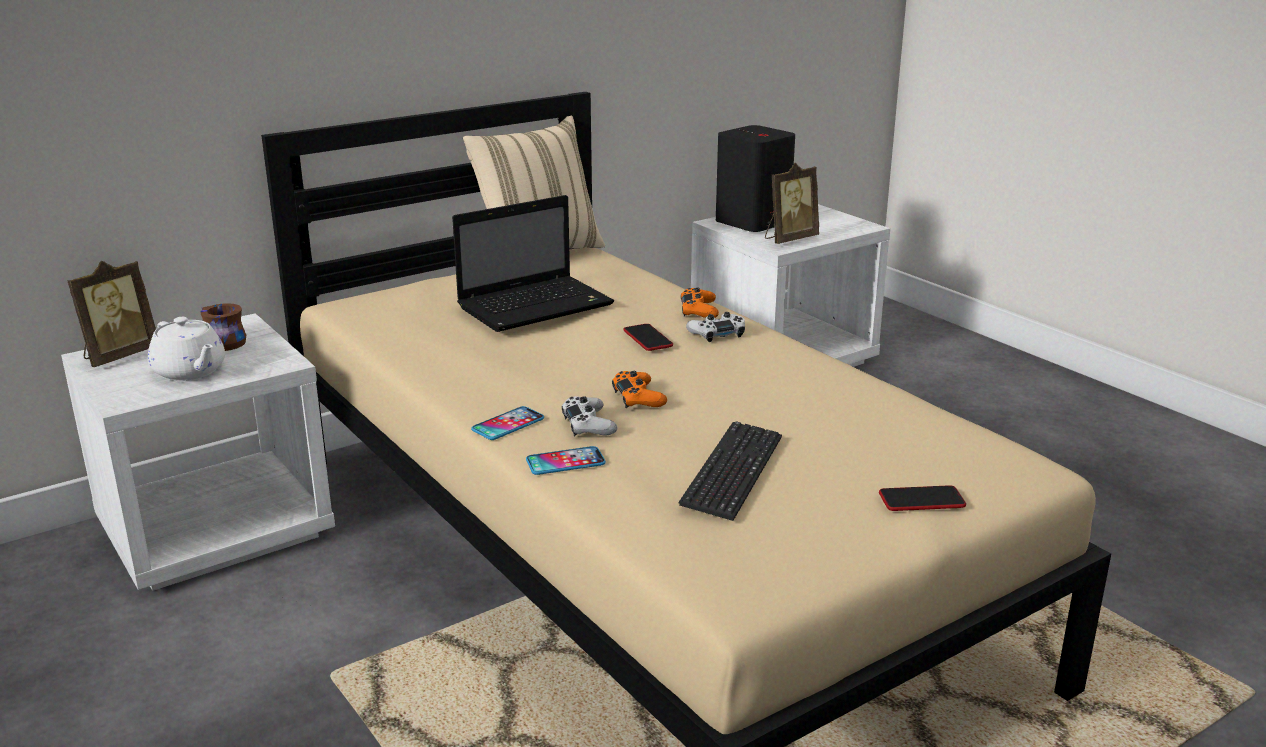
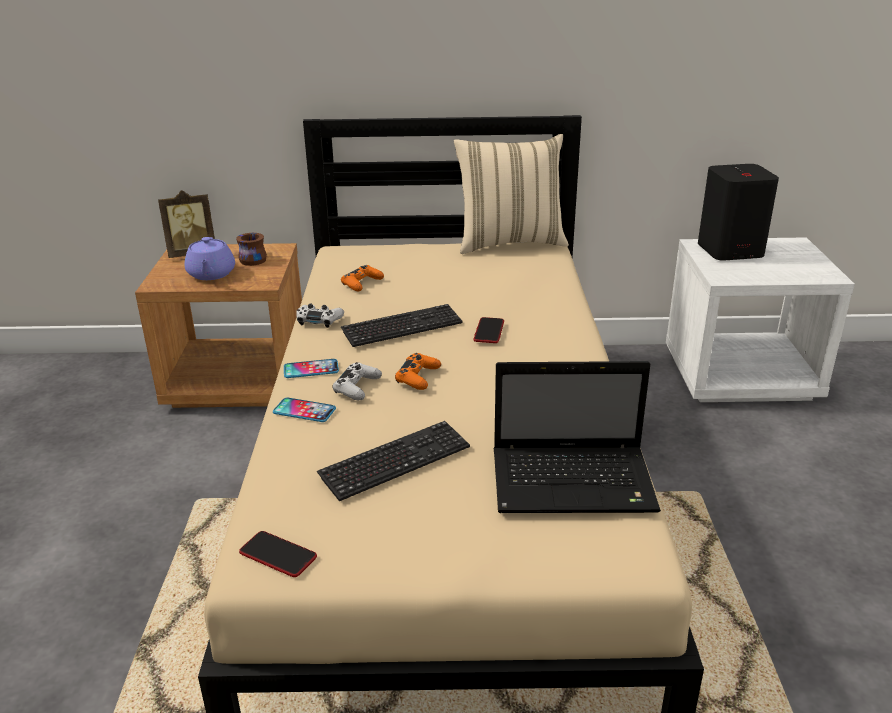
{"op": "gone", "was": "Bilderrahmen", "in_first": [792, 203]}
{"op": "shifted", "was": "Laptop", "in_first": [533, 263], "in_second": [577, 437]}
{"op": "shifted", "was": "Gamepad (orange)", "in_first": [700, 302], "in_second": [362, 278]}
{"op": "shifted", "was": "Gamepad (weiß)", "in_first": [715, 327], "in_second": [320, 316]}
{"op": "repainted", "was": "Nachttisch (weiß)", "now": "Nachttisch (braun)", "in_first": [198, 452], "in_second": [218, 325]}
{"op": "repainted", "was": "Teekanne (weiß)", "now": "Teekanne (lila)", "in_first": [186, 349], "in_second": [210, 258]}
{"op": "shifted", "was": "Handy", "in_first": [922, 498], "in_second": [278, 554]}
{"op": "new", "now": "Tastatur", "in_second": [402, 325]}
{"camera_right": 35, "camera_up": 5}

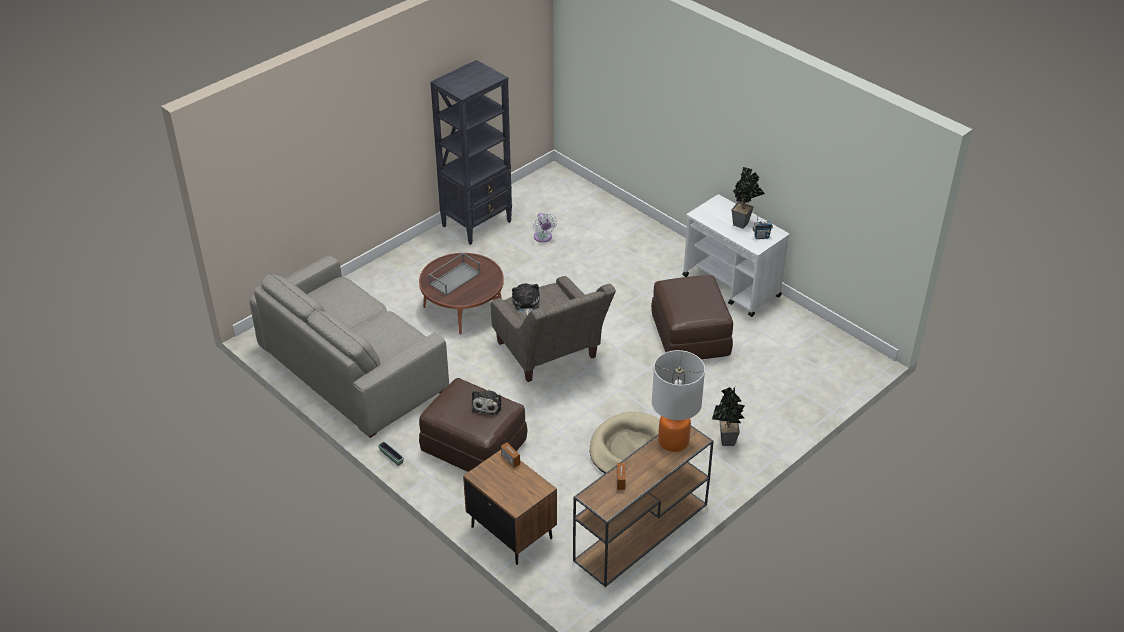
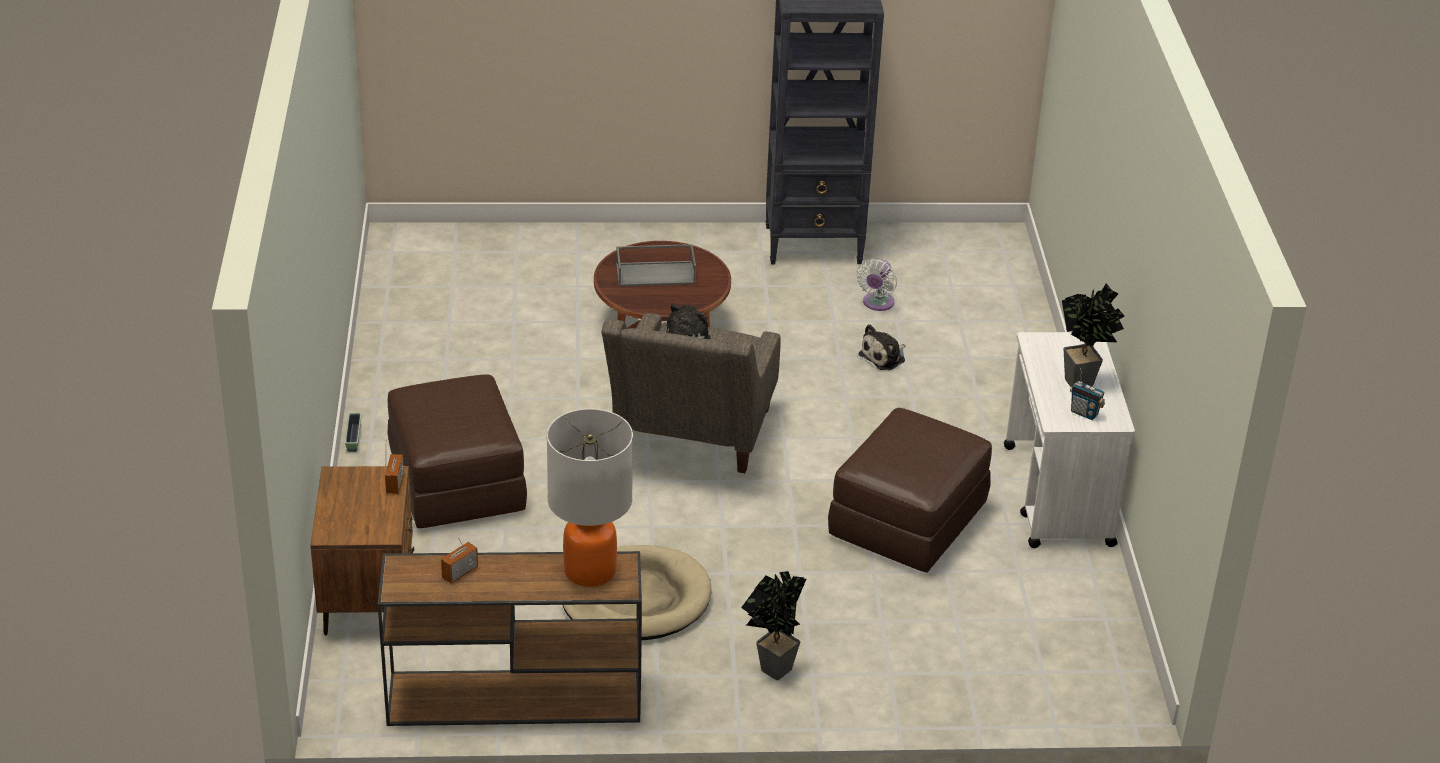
{"op": "gone", "was": "Sofa (grau)", "in_first": [349, 347]}
{"op": "shifted", "was": "Plüschtier", "in_first": [487, 402], "in_second": [881, 347]}
{"camera_right": 40, "camera_up": -5}

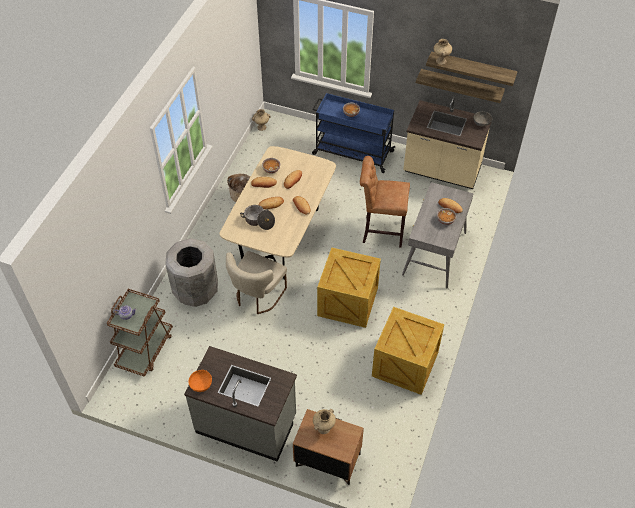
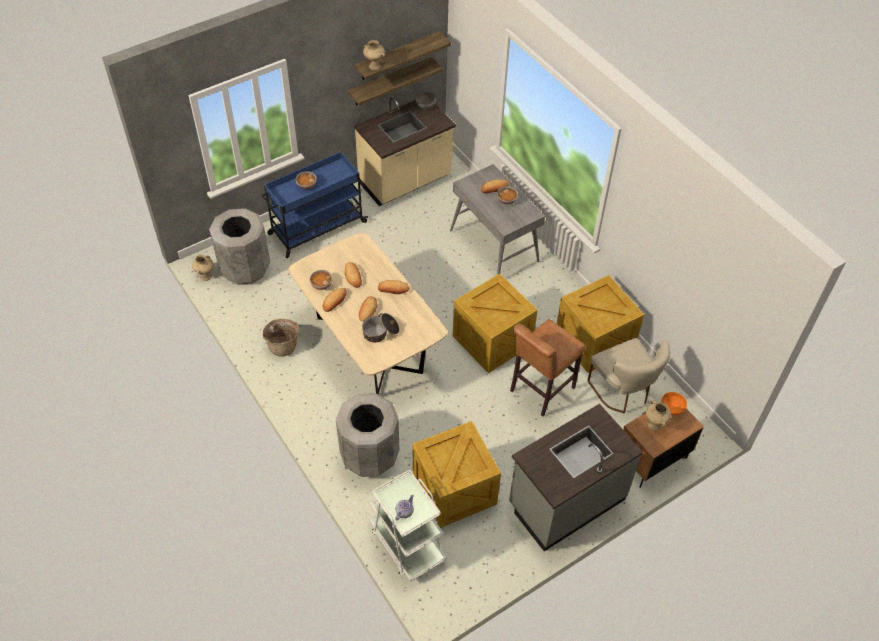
{"op": "shifted", "was": "Hocker (braun)", "in_first": [385, 202], "in_second": [547, 367]}
{"op": "shifted", "was": "Stuhl (beige)", "in_first": [256, 282], "in_second": [628, 375]}
{"op": "repainted", "was": "Rollwagen (braun)", "now": "Rollwagen (weiß)", "in_first": [140, 333], "in_second": [407, 526]}
{"op": "shifted", "was": "Schüssel (orange)", "in_first": [200, 381], "in_second": [674, 403]}
{"op": "new", "now": "Mülleimer (grau)", "in_second": [239, 246]}
{"op": "new", "now": "Kiste", "in_second": [456, 474]}
{"camera_right": -55, "camera_up": 0}

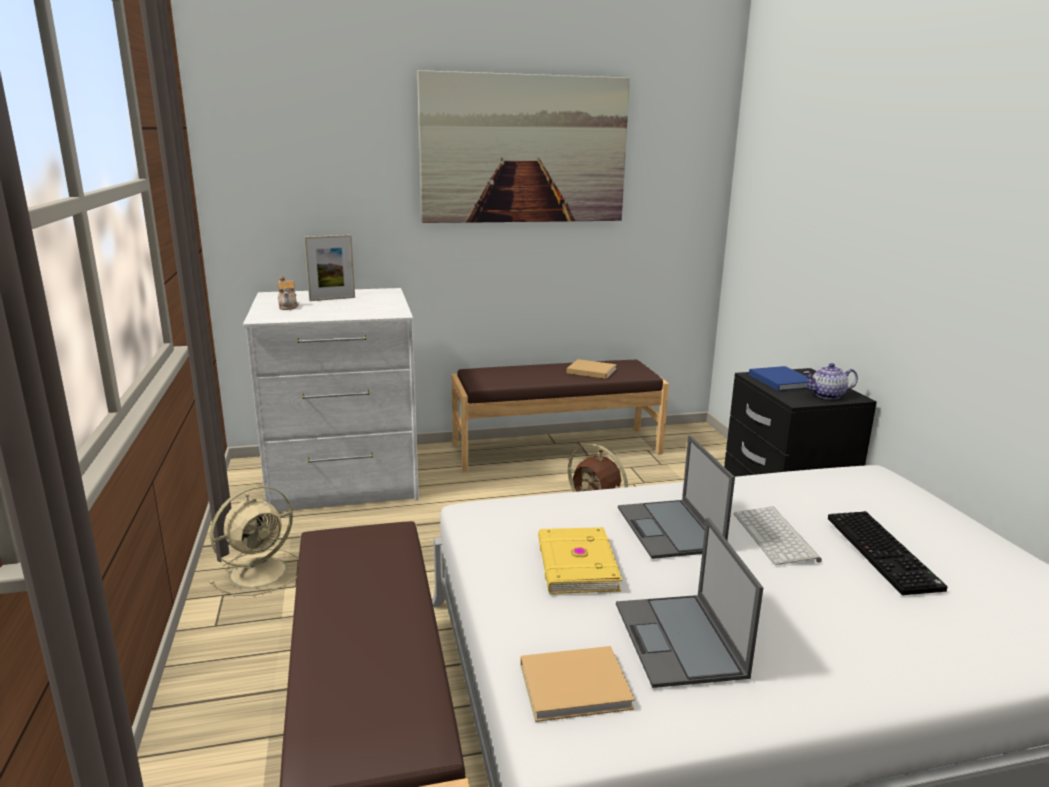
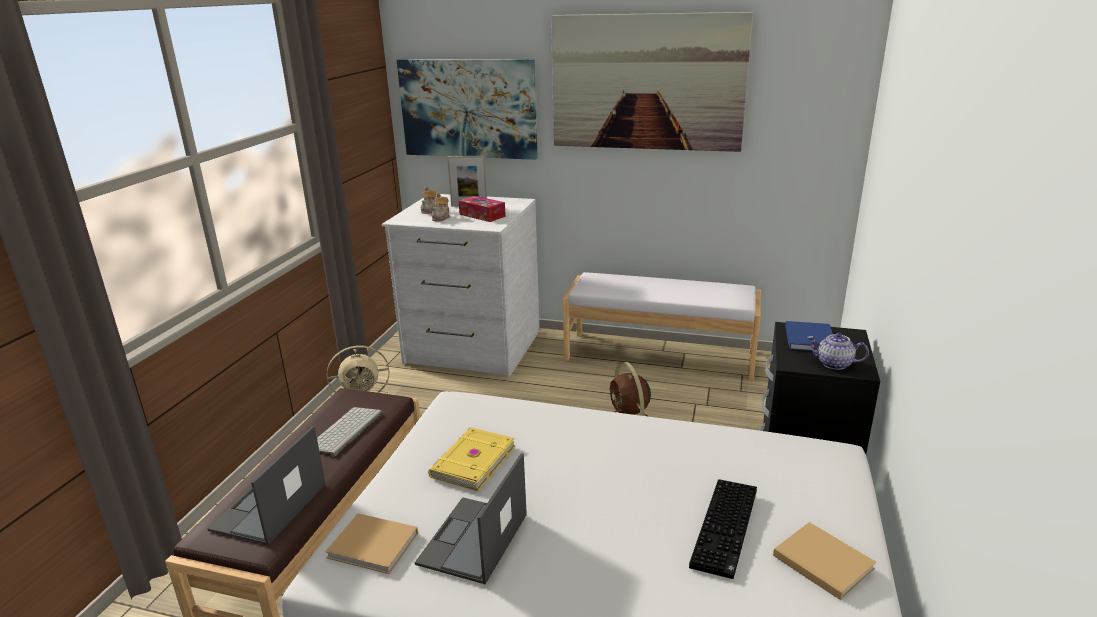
{"op": "shifted", "was": "Buch (beige)", "in_first": [591, 369], "in_second": [824, 561]}
{"op": "repainted", "was": "Bank (braun)", "now": "Bank (weiß)", "in_first": [560, 415], "in_second": [662, 326]}
{"op": "shifted", "was": "Laptop", "in_first": [676, 497], "in_second": [266, 485]}
{"op": "shifted", "was": "Tastatur", "in_first": [777, 536], "in_second": [350, 432]}
{"op": "new", "now": "Bild", "in_second": [467, 109]}
{"op": "new", "now": "Teekanne", "in_second": [441, 207]}
{"op": "new", "now": "Taschentuchbox", "in_second": [482, 209]}
{"camera_right": 30, "camera_up": 5}

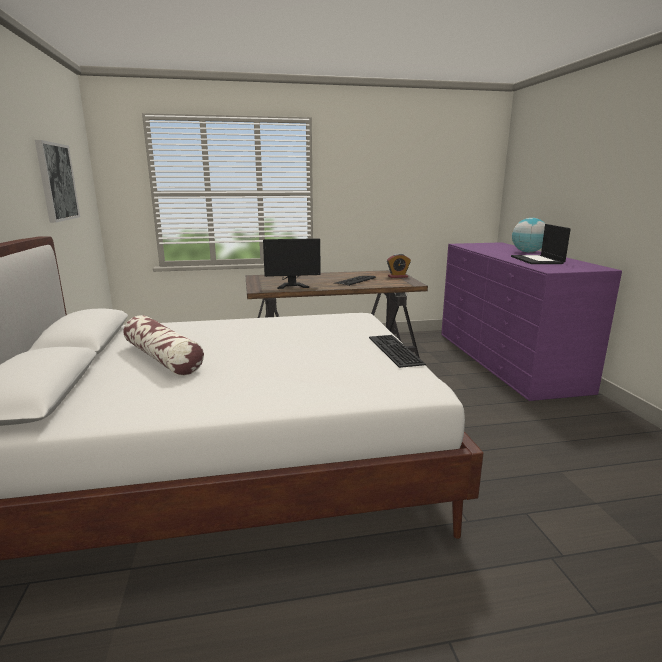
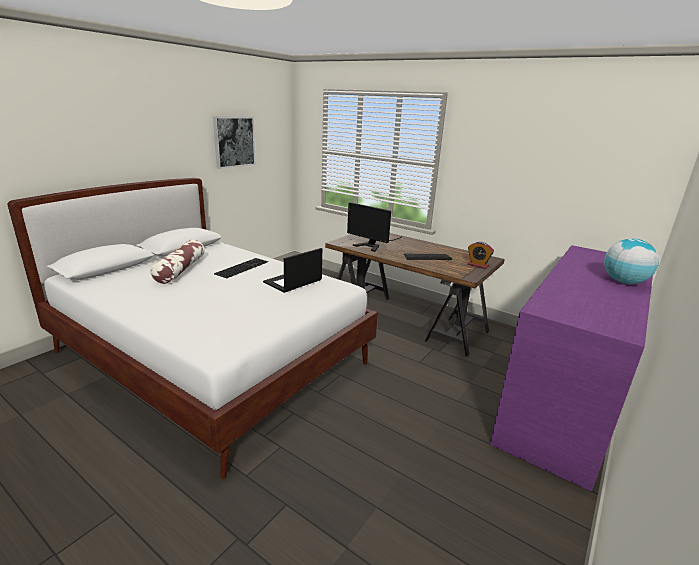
{"op": "shifted", "was": "Laptop", "in_first": [541, 244], "in_second": [292, 270]}
{"op": "shifted", "was": "Tastatur", "in_first": [397, 351], "in_second": [241, 268]}
{"camera_right": 45, "camera_up": 5}

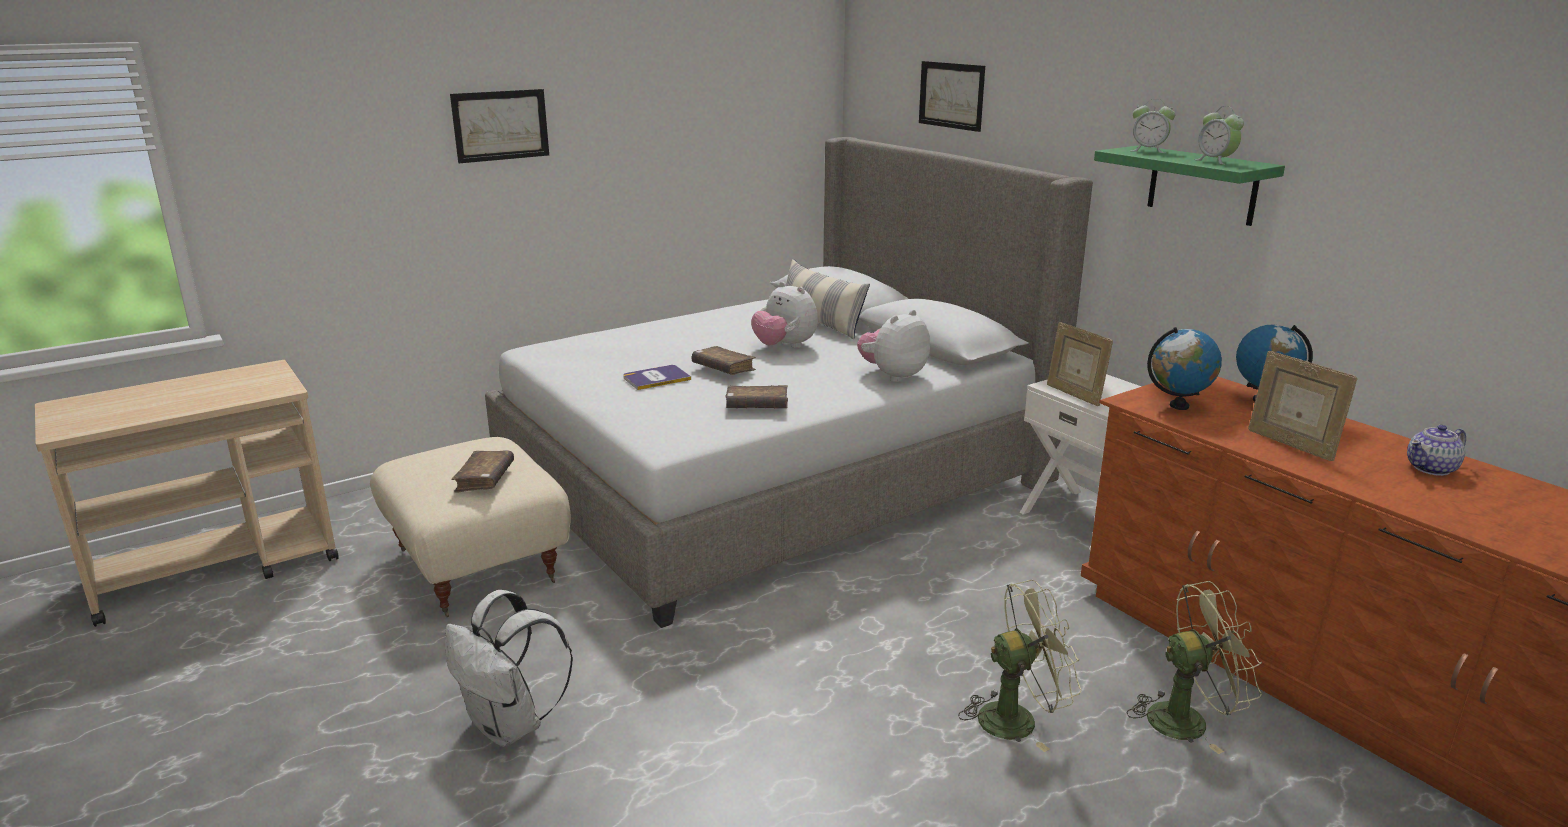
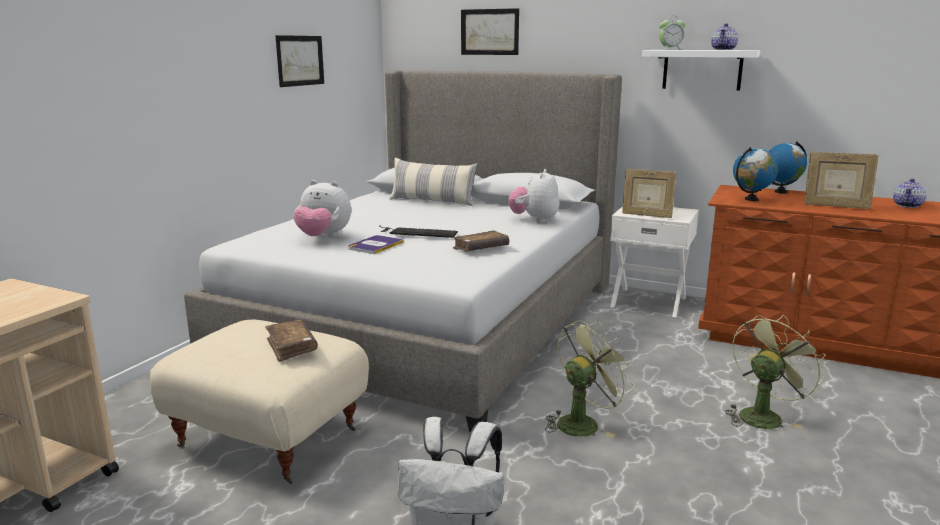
{"op": "shifted", "was": "Bild", "in_first": [499, 126], "in_second": [299, 61]}
{"op": "swapped", "was": "Wecker", "now": "Teekanne", "in_first": [1219, 135], "in_second": [724, 36]}
{"op": "repainted", "was": "Wandregal (grün)", "now": "Wandregal (weiß)", "in_first": [1189, 185], "in_second": [701, 70]}
{"op": "shifted", "was": "Plüschtier", "in_first": [784, 315], "in_second": [322, 208]}
{"op": "swapped", "was": "Buch (braun)", "now": "Tastatur", "in_first": [724, 360], "in_second": [418, 231]}
{"op": "shifted", "was": "Ventilator (grün)", "in_first": [1194, 667], "in_second": [590, 378]}
{"camera_right": -30, "camera_up": -5}

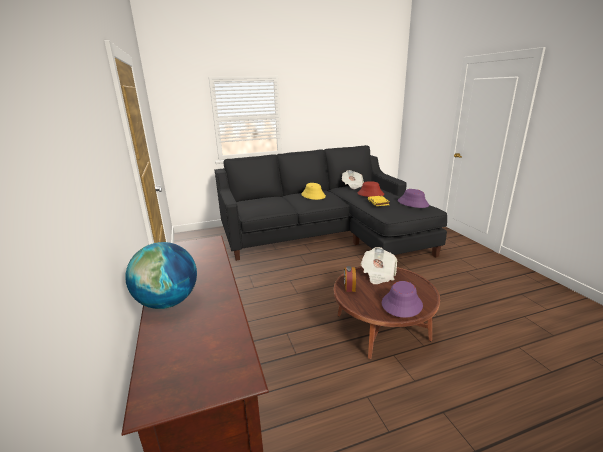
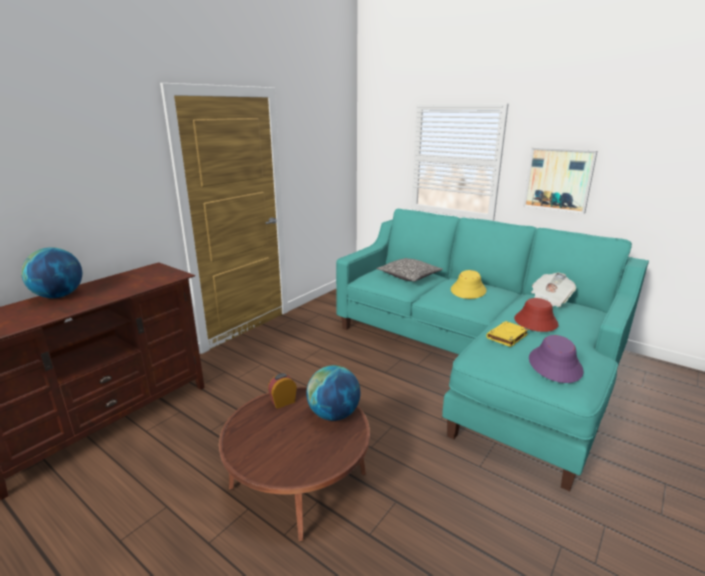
{"op": "repainted", "was": "Sofa (schwarz)", "now": "Sofa (türkis)", "in_first": [331, 203], "in_second": [492, 350]}
{"op": "swapped", "was": "Zeitung", "now": "Globus", "in_first": [379, 265], "in_second": [333, 393]}
{"op": "gone", "was": "Hut (lila)", "in_first": [402, 299]}
{"op": "new", "now": "Bild", "in_second": [560, 180]}
{"op": "new", "now": "Kissen", "in_second": [410, 270]}
{"camera_right": 55, "camera_up": 0}

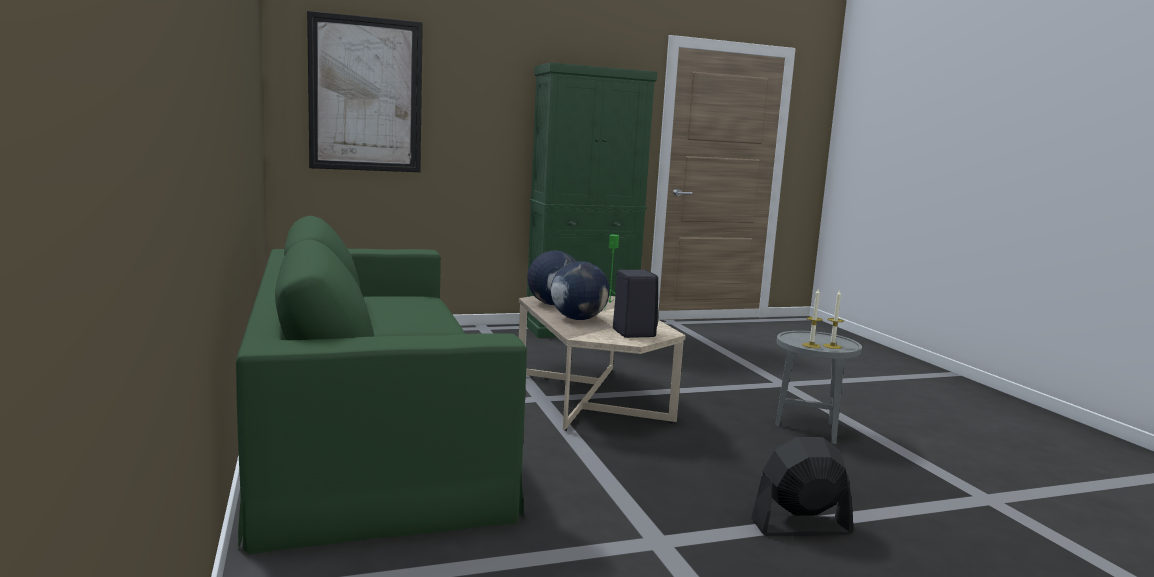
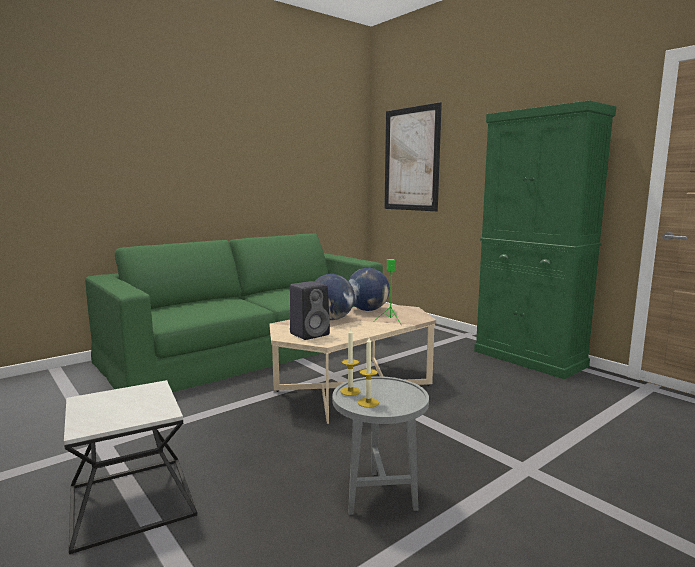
{"op": "swapped", "was": "Ventilator (schwarz)", "now": "Beistelltisch", "in_first": [802, 486], "in_second": [130, 467]}
{"camera_right": 70, "camera_up": 0}

